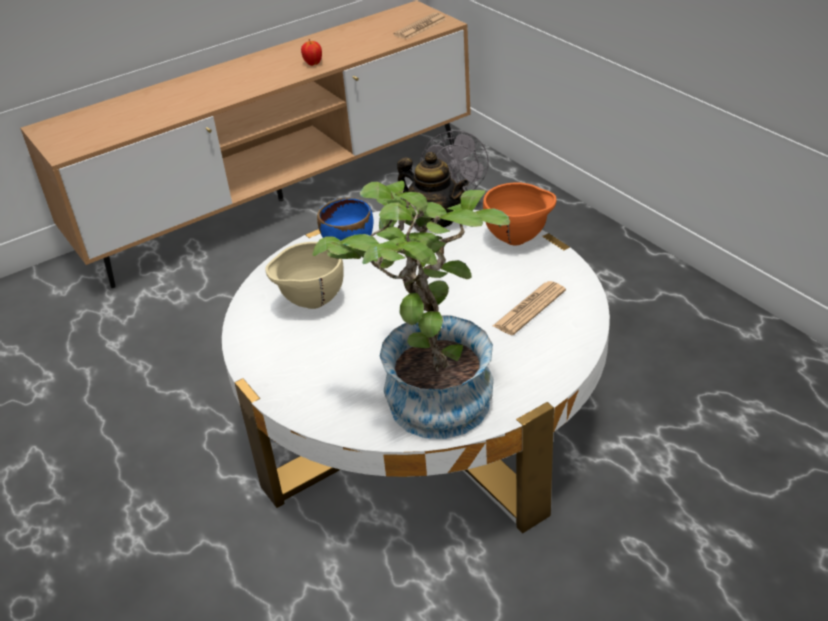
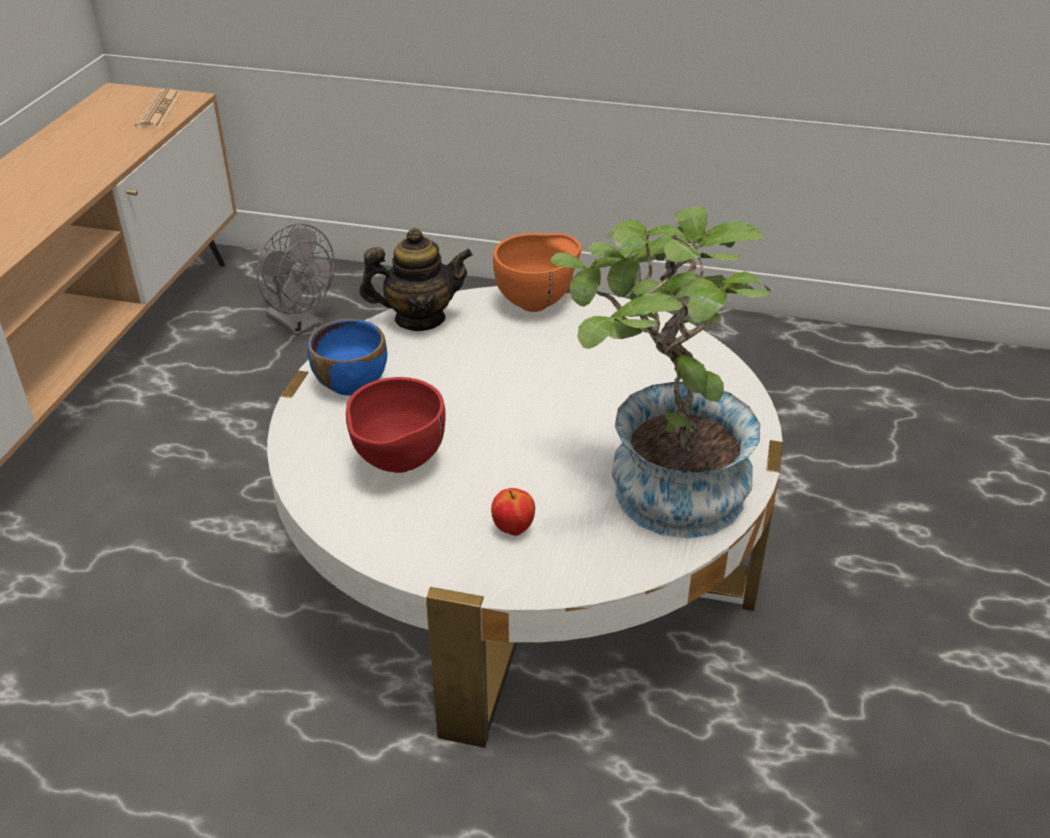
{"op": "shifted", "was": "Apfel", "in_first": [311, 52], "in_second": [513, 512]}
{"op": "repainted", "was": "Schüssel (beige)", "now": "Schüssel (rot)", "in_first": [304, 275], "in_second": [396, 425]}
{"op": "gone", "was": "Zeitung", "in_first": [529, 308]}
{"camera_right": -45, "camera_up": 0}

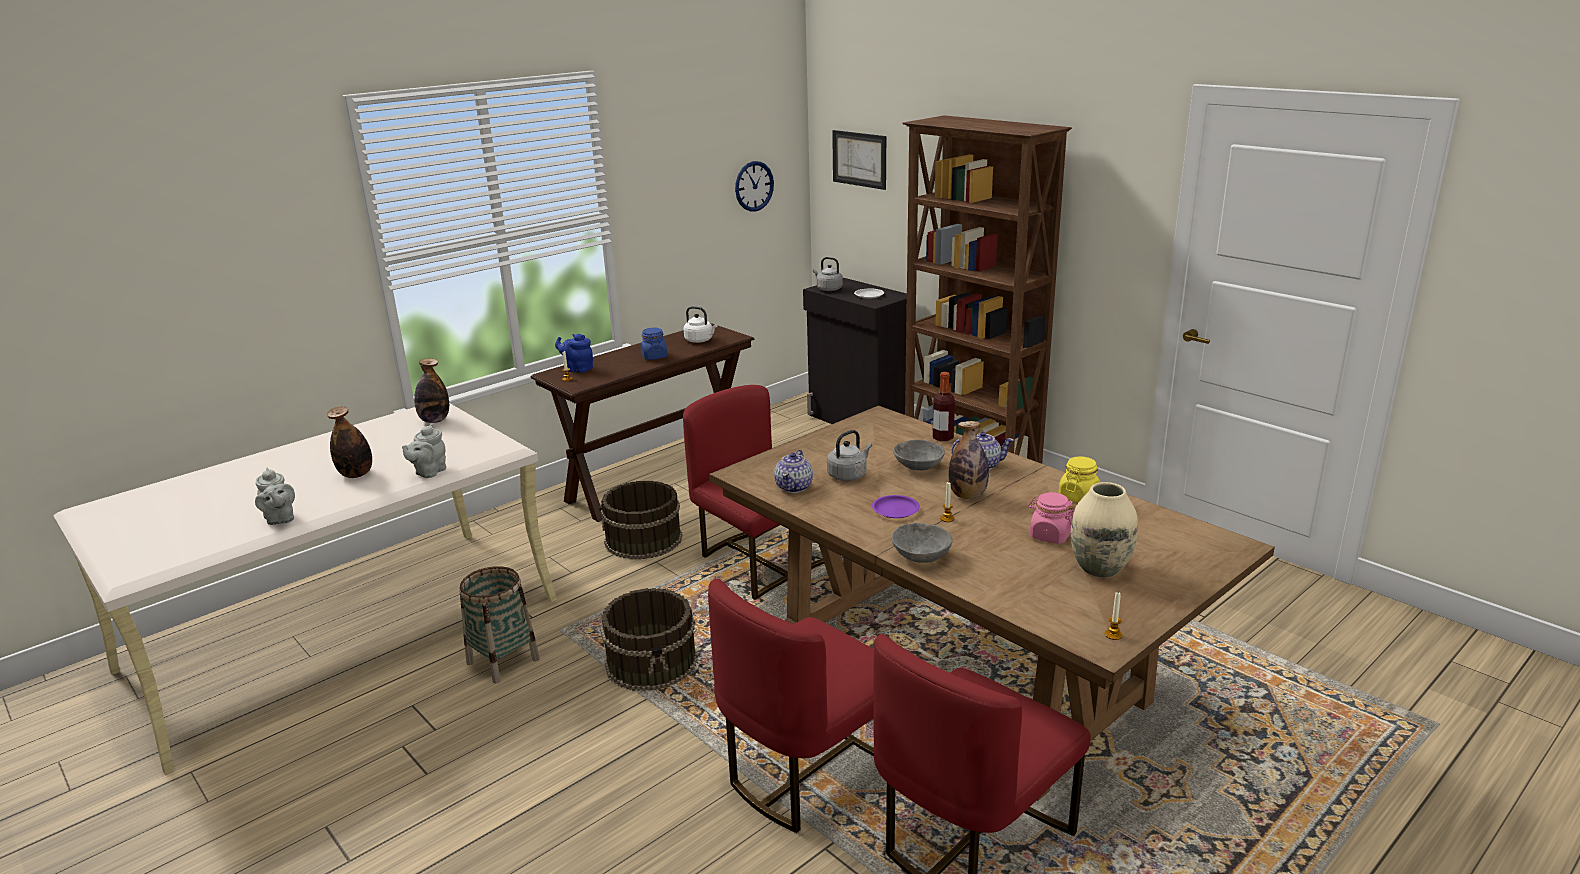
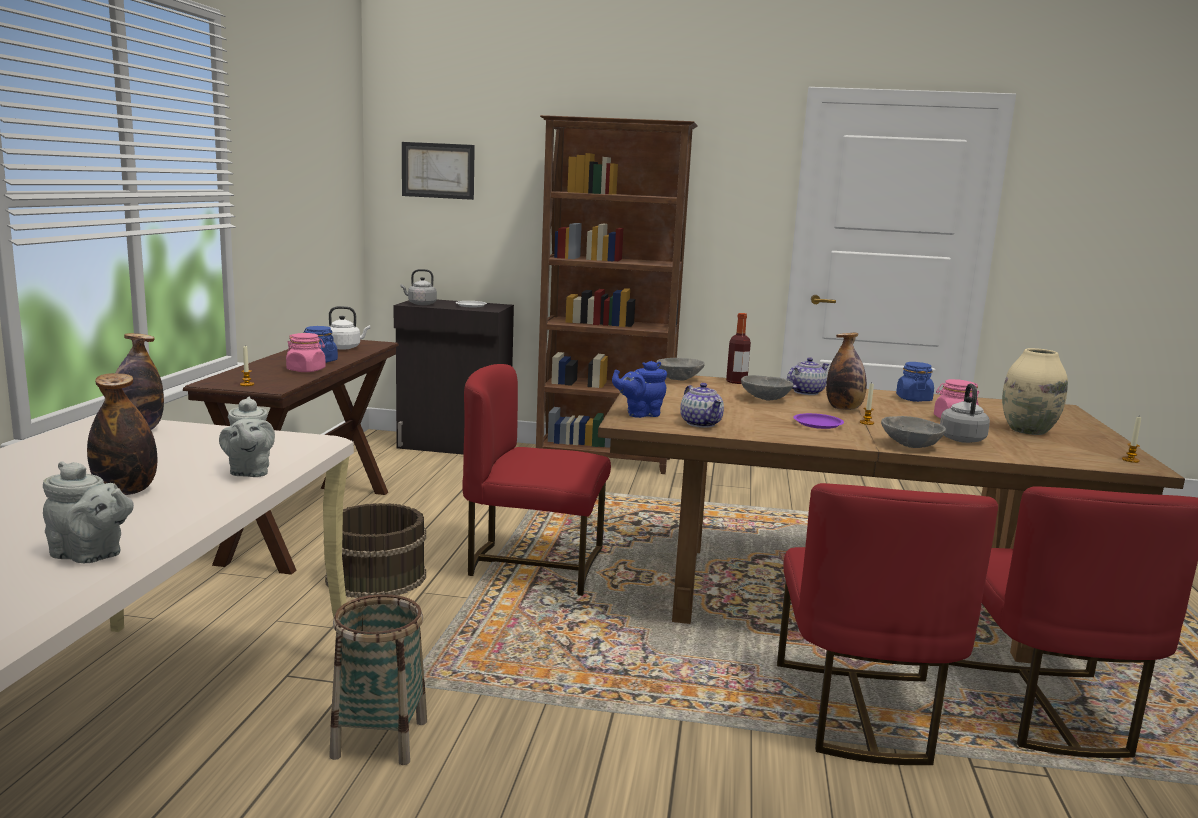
{"op": "gone", "was": "Wanduhr", "in_first": [754, 186]}
{"op": "shifted", "was": "Teekanne (blau)", "in_first": [574, 353], "in_second": [639, 389]}
{"op": "shifted", "was": "Wasserkessel (grau)", "in_first": [849, 455], "in_second": [965, 413]}
{"op": "repainted", "was": "Vorratsglas (gelb)", "now": "Vorratsglas (blau)", "in_first": [1080, 479], "in_second": [915, 382]}
{"op": "gone", "was": "Eimer (braun)", "in_first": [649, 639]}
{"op": "new", "now": "Vorratsglas (rosa)", "in_second": [306, 352]}
{"op": "new", "now": "Schüssel (grau)", "in_second": [680, 369]}
{"camera_right": -40, "camera_up": -10}

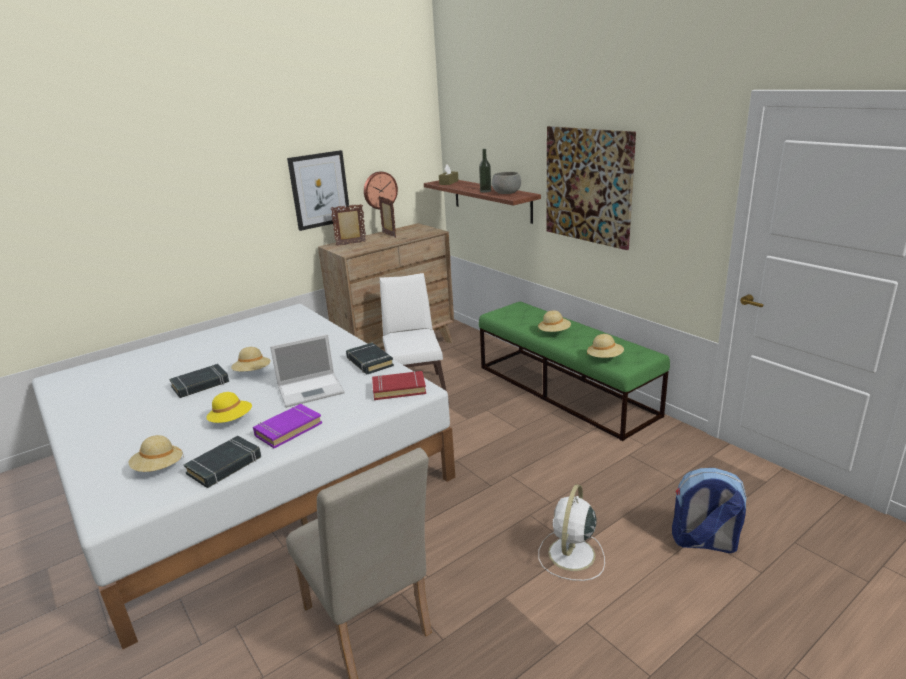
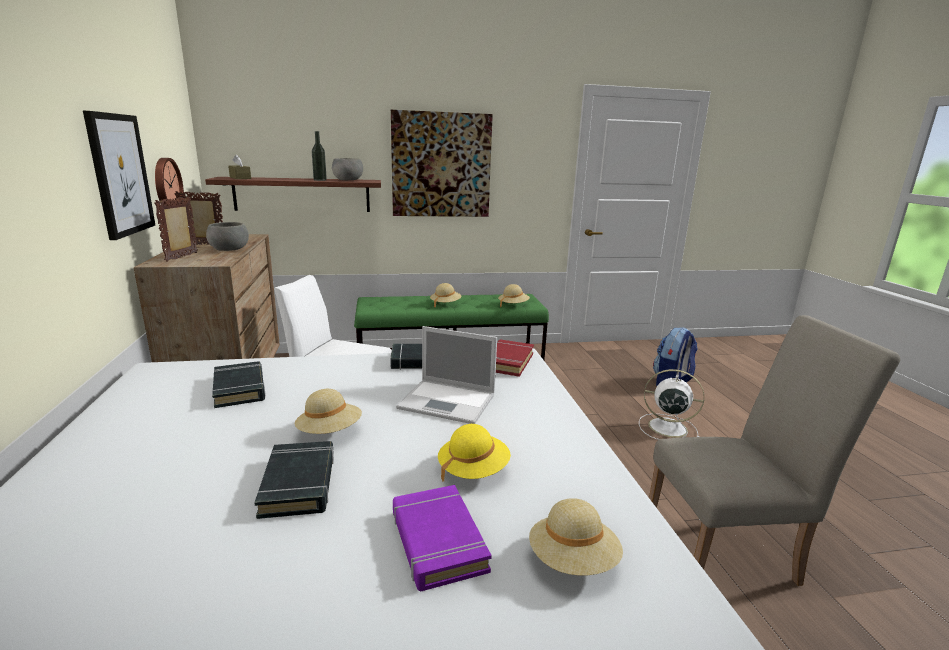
{"op": "rotated", "was": "Laptop", "in_first": [307, 371], "in_second": [446, 375], "clockwise": 105}
{"op": "shifted", "was": "Buch (lila)", "in_first": [287, 426], "in_second": [442, 538]}
{"op": "shifted", "was": "Buch (schwarz)", "in_first": [222, 462], "in_second": [239, 384]}
{"op": "rotated", "was": "Ventilator (weiß)", "in_first": [572, 532], "in_second": [671, 404], "clockwise": 150}
{"op": "new", "now": "Schüssel (grau)", "in_second": [227, 236]}
{"camera_right": -65, "camera_up": -5}

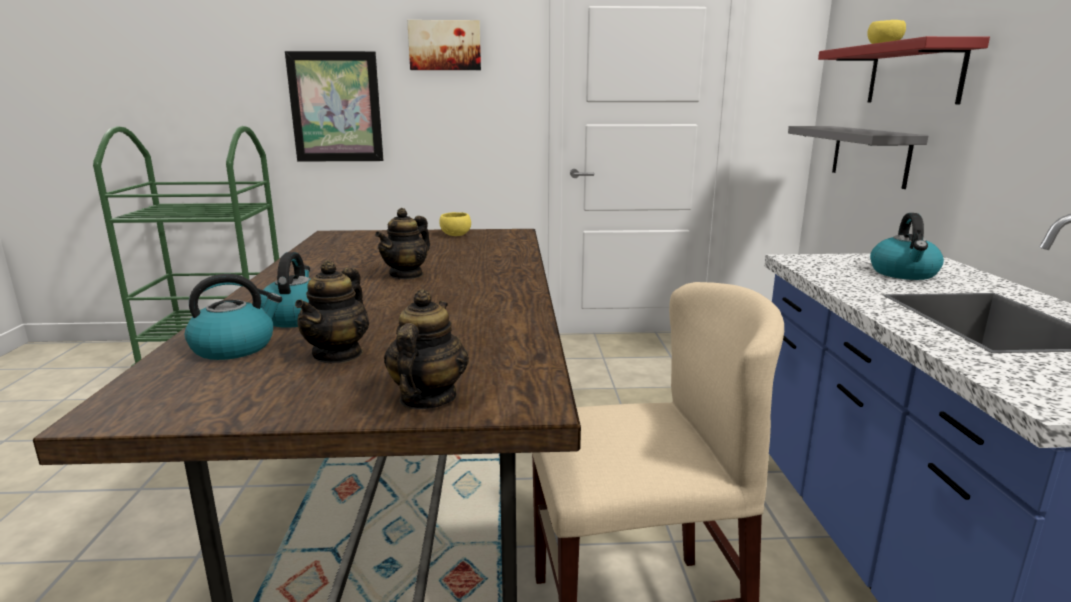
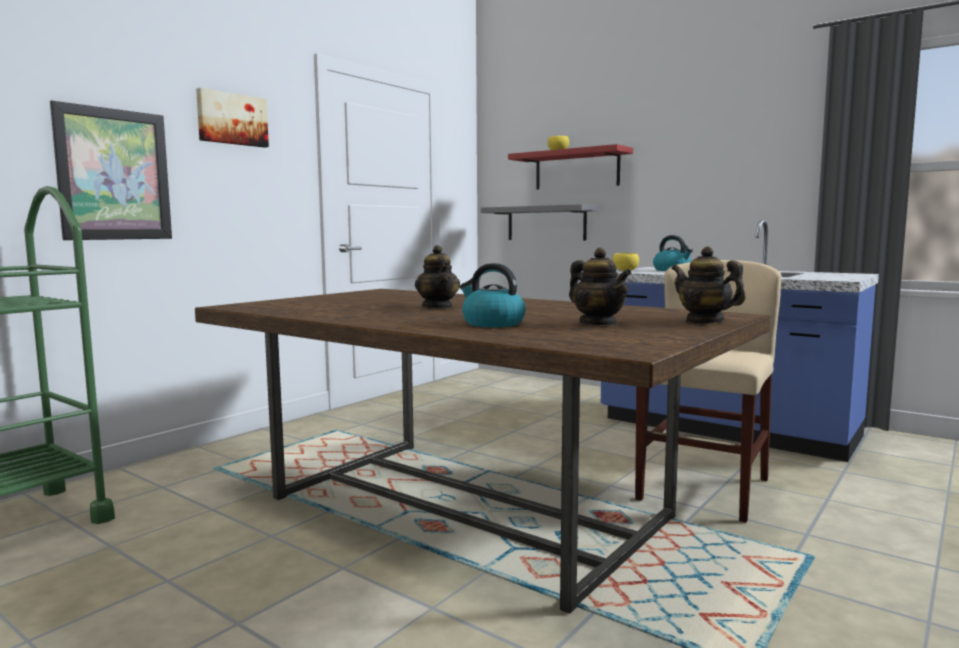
{"op": "shifted", "was": "Schüssel (gelb)", "in_first": [455, 224], "in_second": [625, 262]}
{"op": "gone", "was": "Wasserkessel", "in_first": [233, 317]}
{"camera_right": -50, "camera_up": -10}

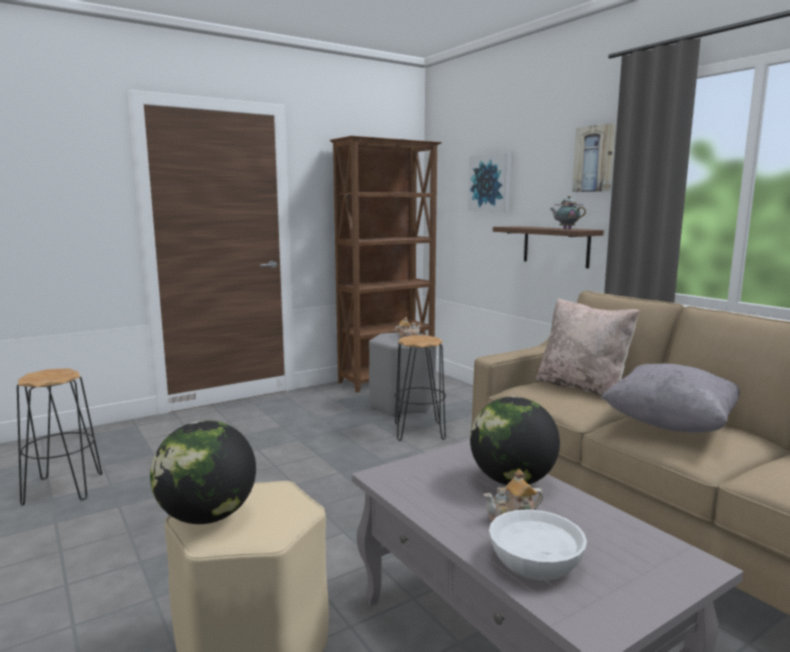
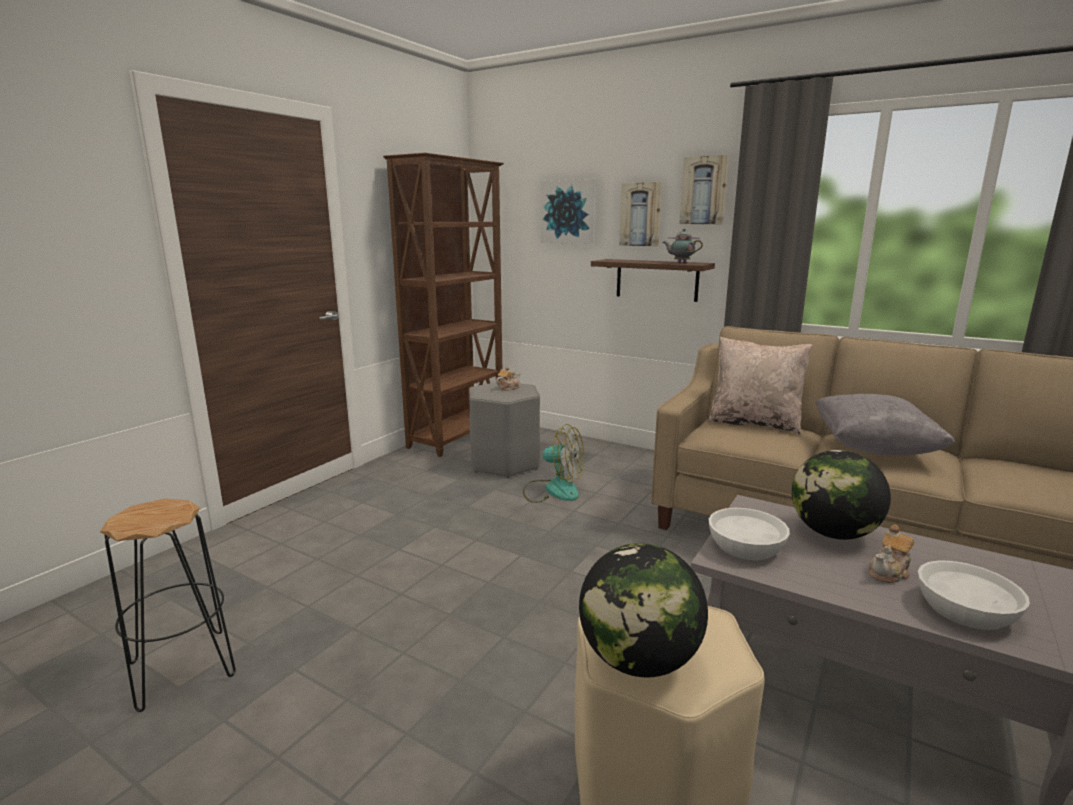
{"op": "swapped", "was": "Hocker (schwarz)", "now": "Ventilator", "in_first": [420, 388], "in_second": [553, 463]}
{"op": "new", "now": "Bild", "in_second": [640, 214]}
{"op": "new", "now": "Schüssel (weiß)", "in_second": [749, 534]}
{"camera_right": -25, "camera_up": 5}

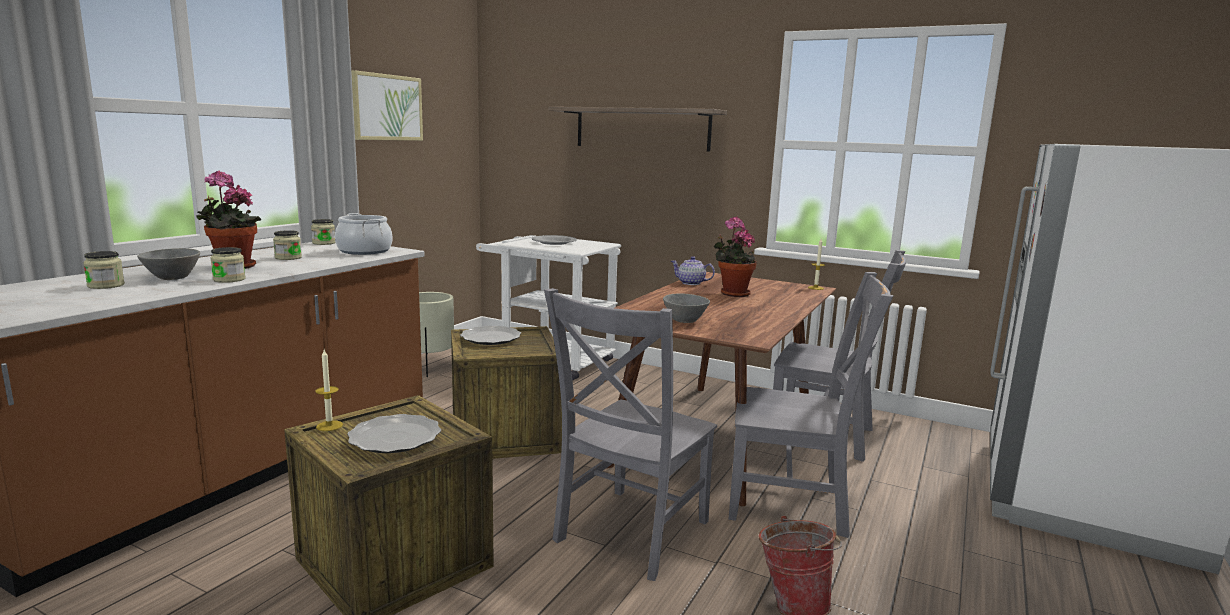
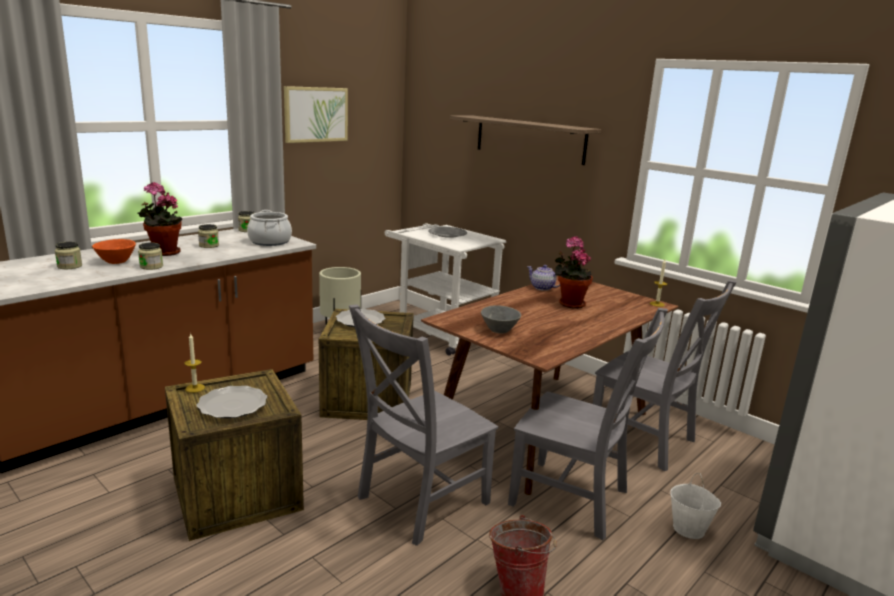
{"op": "repainted", "was": "Schüssel (grau)", "now": "Schüssel (orange)", "in_first": [168, 264], "in_second": [114, 251]}
{"op": "new", "now": "Eimer (weiß)", "in_second": [695, 506]}
{"camera_right": 15, "camera_up": 5}

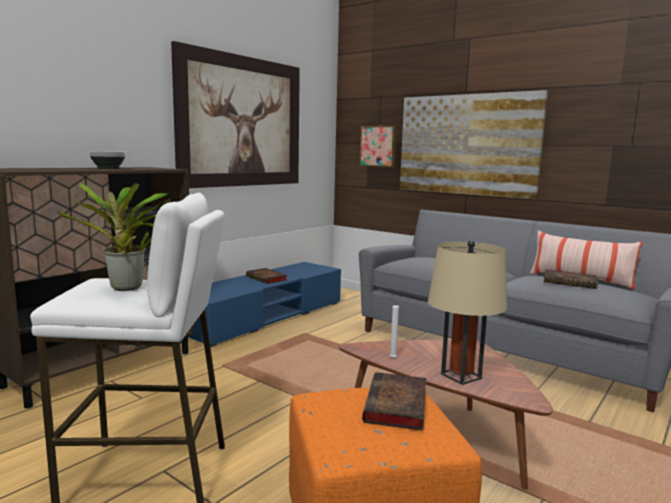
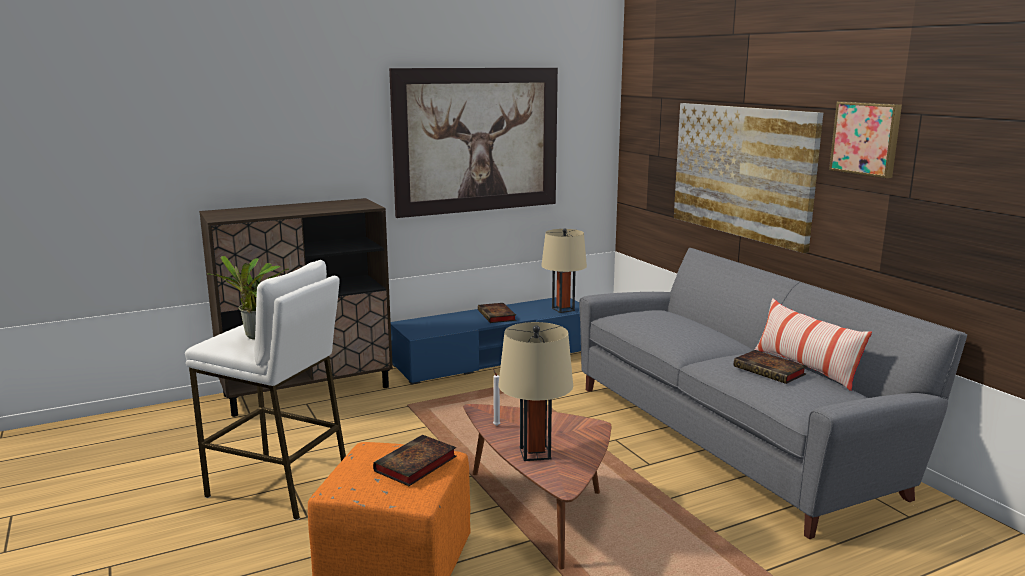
{"op": "shifted", "was": "Bild", "in_first": [378, 146], "in_second": [865, 139]}
{"op": "gone", "was": "Schüssel", "in_first": [107, 160]}
{"op": "new", "now": "Tischlampe (beige)", "in_second": [564, 270]}
{"camera_right": 25, "camera_up": 5}

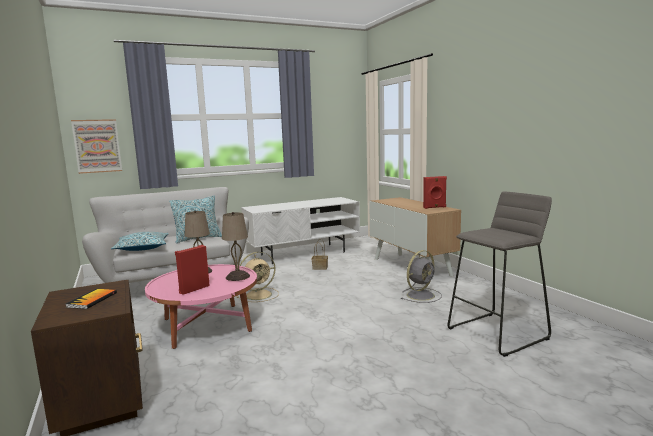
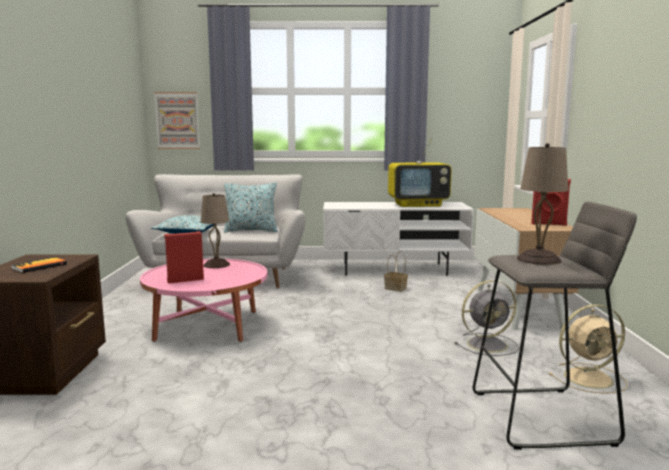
{"op": "shifted", "was": "Tischlampe (beige)", "in_first": [236, 246], "in_second": [542, 204]}
{"op": "shifted", "was": "Ventilator (beige)", "in_first": [258, 277], "in_second": [588, 348]}
{"op": "new", "now": "Fernseher", "in_second": [420, 172]}
{"camera_right": 25, "camera_up": 0}

